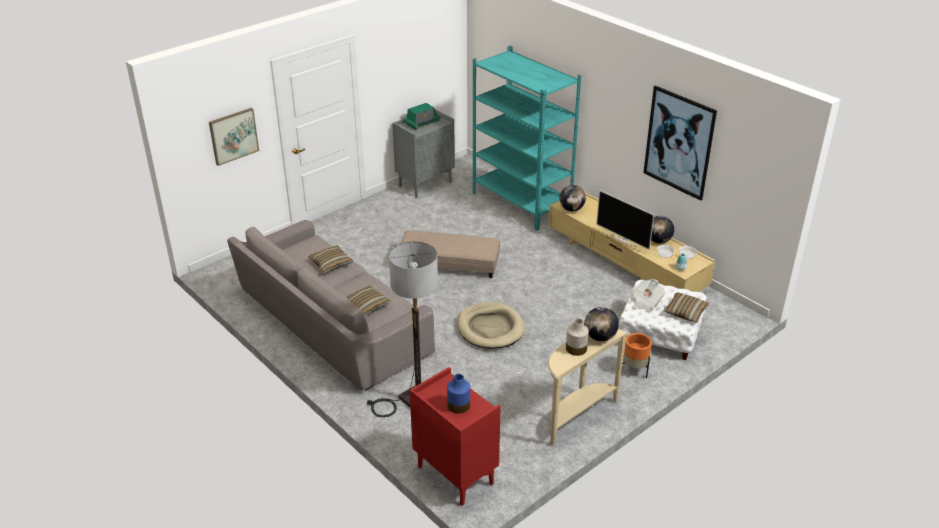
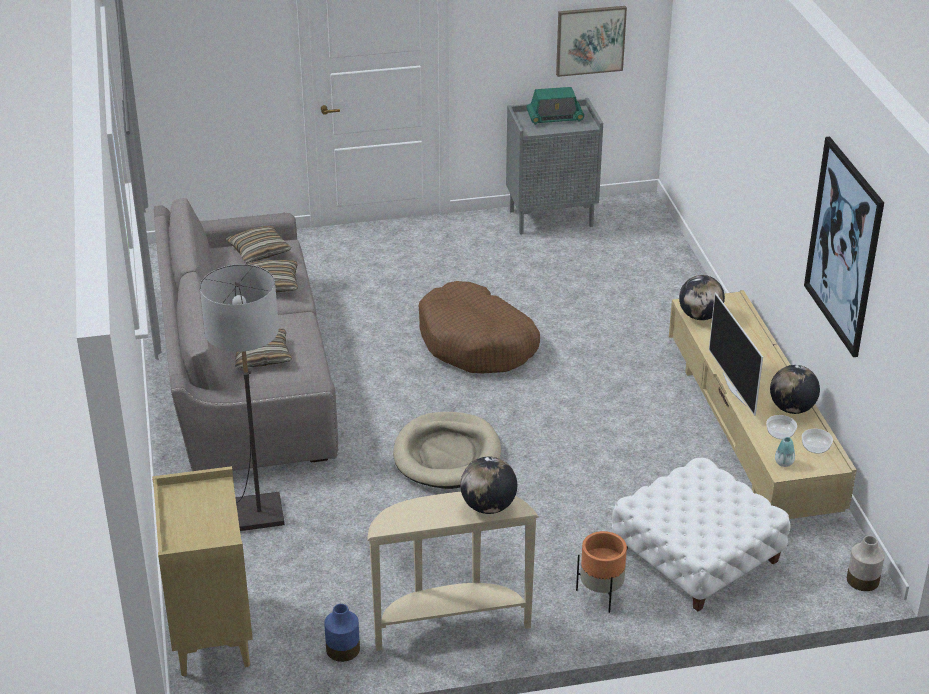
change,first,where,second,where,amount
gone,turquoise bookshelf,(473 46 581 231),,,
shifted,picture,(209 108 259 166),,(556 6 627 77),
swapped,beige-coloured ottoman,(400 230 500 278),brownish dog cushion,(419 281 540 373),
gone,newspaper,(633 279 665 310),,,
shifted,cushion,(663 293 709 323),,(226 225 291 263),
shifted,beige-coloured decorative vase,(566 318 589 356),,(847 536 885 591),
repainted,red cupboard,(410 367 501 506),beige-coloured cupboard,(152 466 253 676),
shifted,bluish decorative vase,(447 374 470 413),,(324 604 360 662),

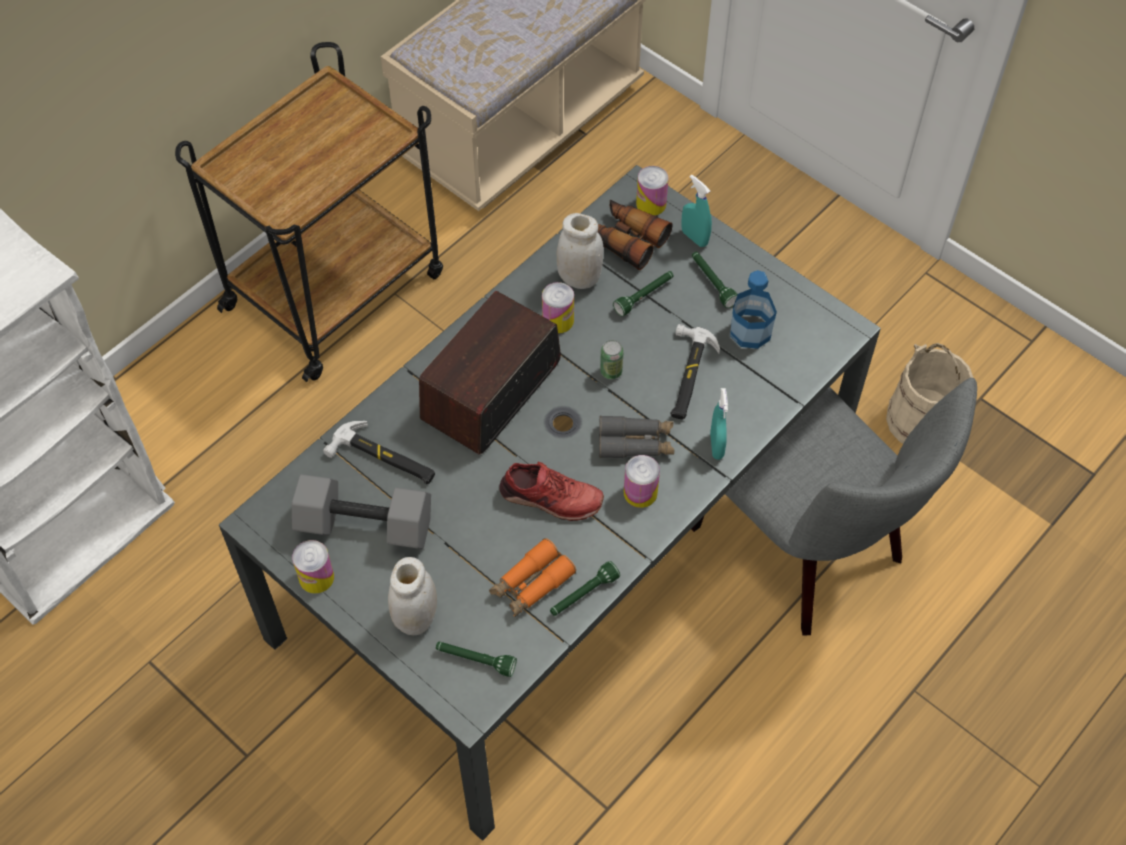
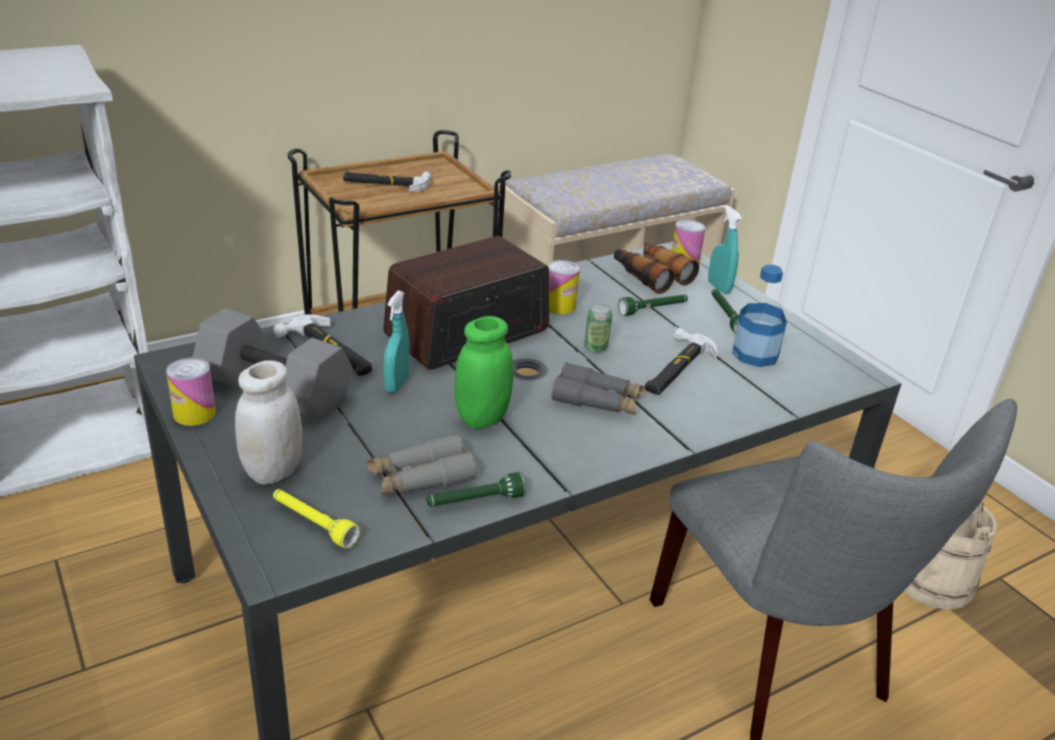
change,first,where,second,where,amount
gone,white-coloured jar,(557 213 603 289),,,
shifted,turquoise hand sprayer,(710 388 728 460),,(384 291 410 393),
gone,can,(624 455 660 508),,,
swapped,red item of footwear,(499 462 604 521),greenish jar,(454 316 513 428),
repainted,orange binoculars,(489 538 576 617),greyish binoculars,(367 434 477 495),
repainted,greenish torch,(436 642 517 677),yellowish torch,(273 489 360 549),
new,,,tool hammer,(343 171 431 192),

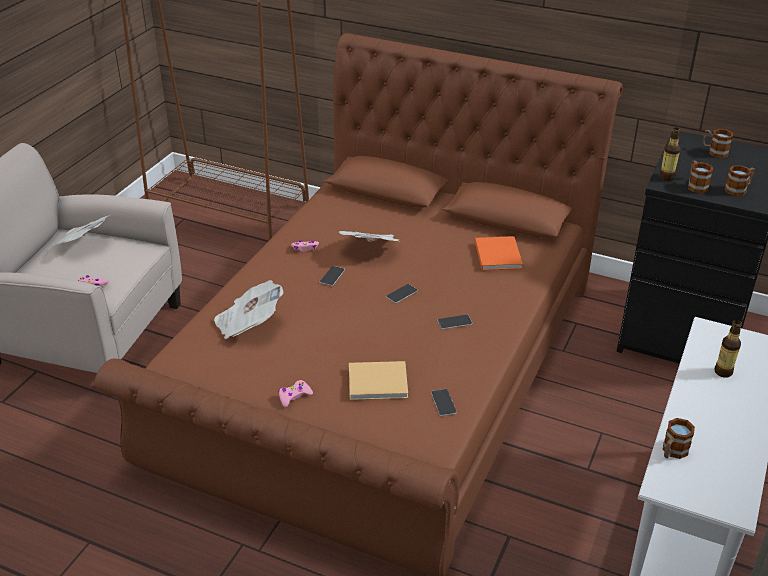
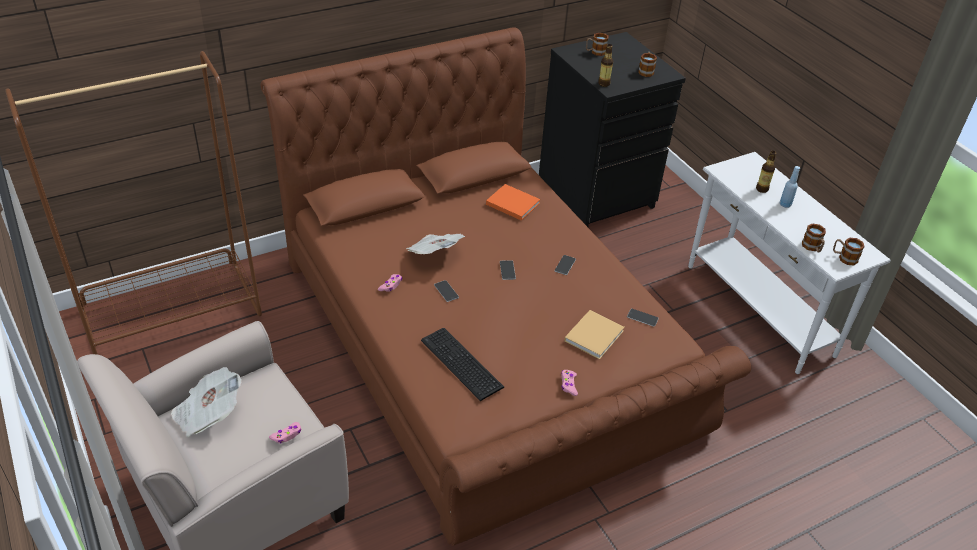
change,first,where,second,where,amount
shifted,tea mug,(688 161 713 193),,(833 238 865 265),
swapped,newspaper,(214 280 283 339),keyboard,(421 328 504 401),
new,,,bluish beverage bottle,(779 166 800 208),

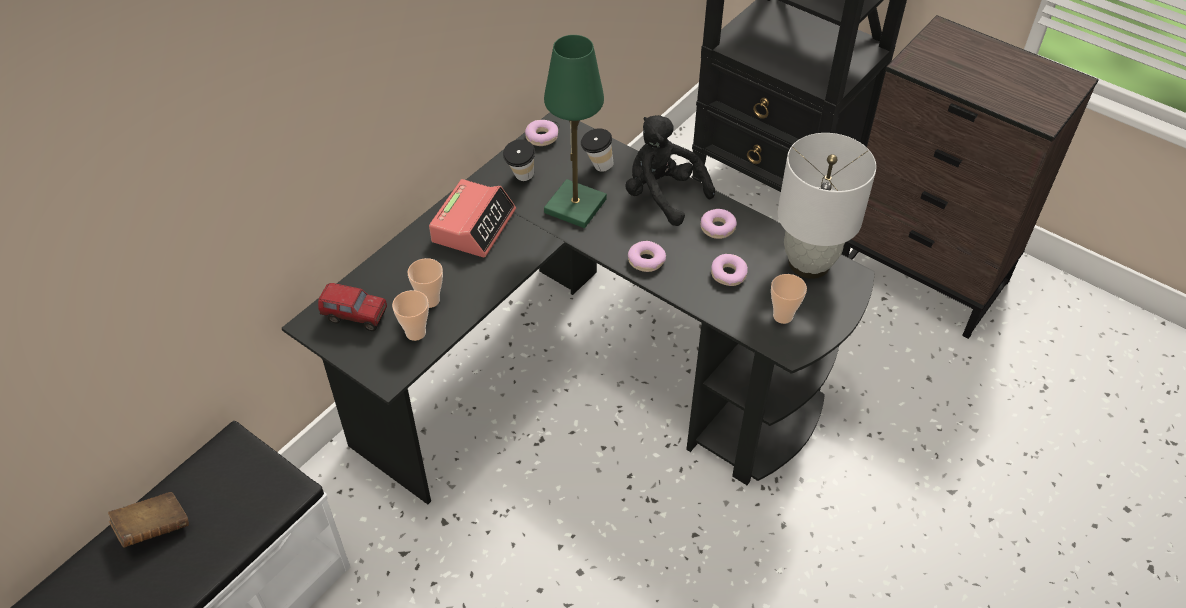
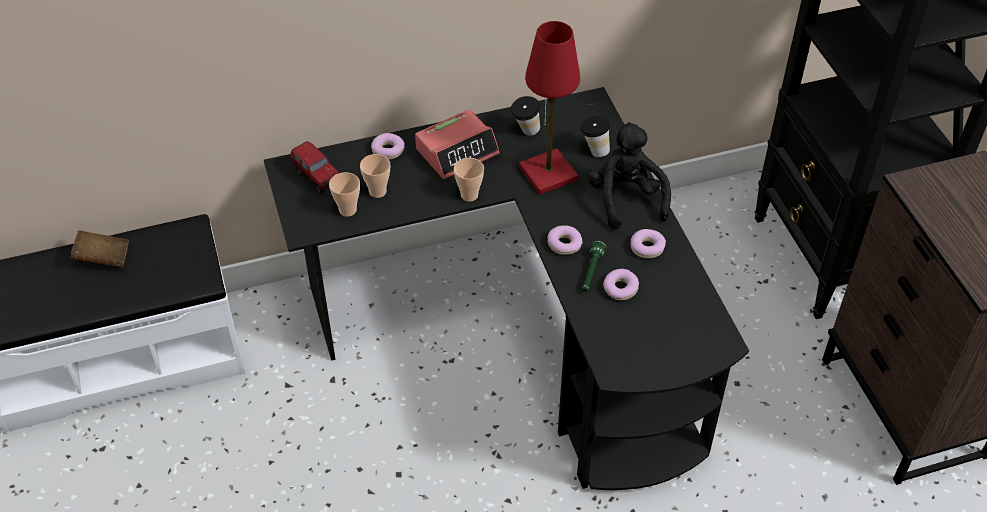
change,first,where,second,where,amount
repainted,greenish lamp for a table,(544 35 607 228),red lamp for a table,(519 21 580 195),
shifted,ring doughnut,(525 120 558 146),,(371 133 405 160),
gone,white-coloured lamp for a table,(778 133 876 279),,,
shifted,small cup,(771 274 807 324),,(454 158 484 202),
new,,,greenish torch,(582 241 606 292),

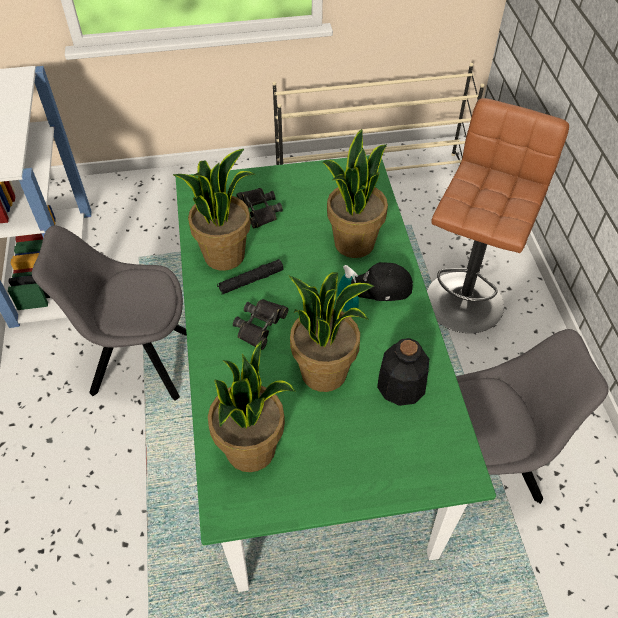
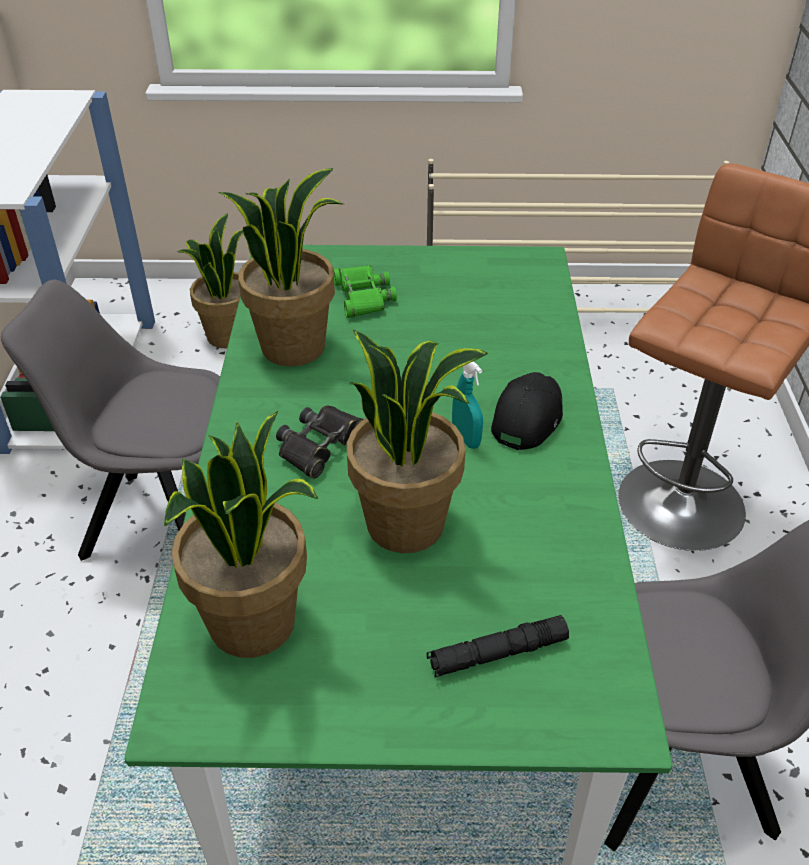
change,first,where,second,where,amount
shifted,plant in a pot,(322 129 388 258),,(177 213 243 348),
repainted,black-coloured binoculars,(236 188 283 228),greenish binoculars,(333 265 397 318),
shifted,black-coloured torch,(217 259 284 294),,(427 615 569 677),
rotated,black-coloured baseball cap,(351 262 413 301),,(491 372 563 450),105 degrees clockwise
gone,beverage bottle,(377 338 429 406),,,

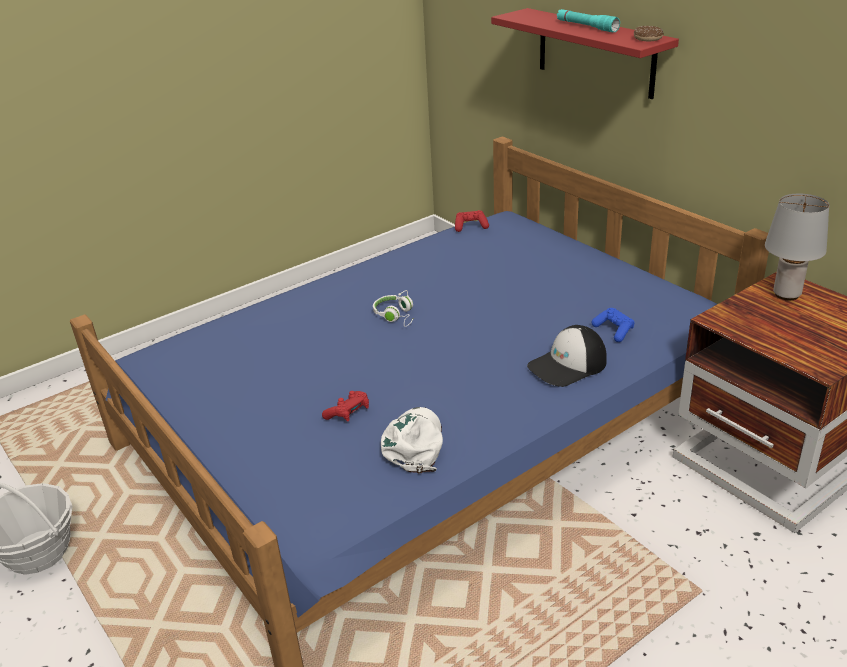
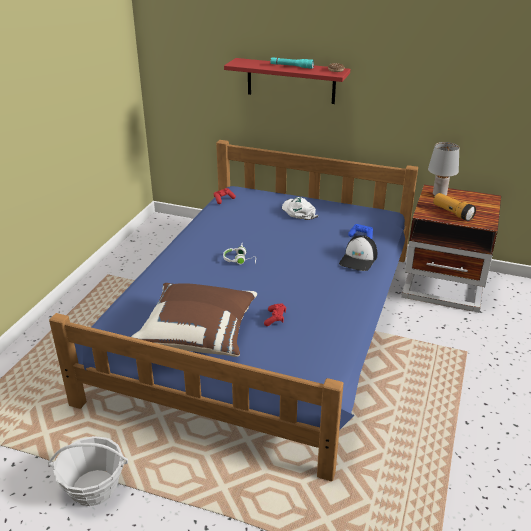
change,first,where,second,where,amount
shifted,white-coloured baseball cap,(381 407 443 474),,(282 197 319 220),
new,,,torch,(433 193 476 221),
new,,,brownish cushion,(131 283 257 357),

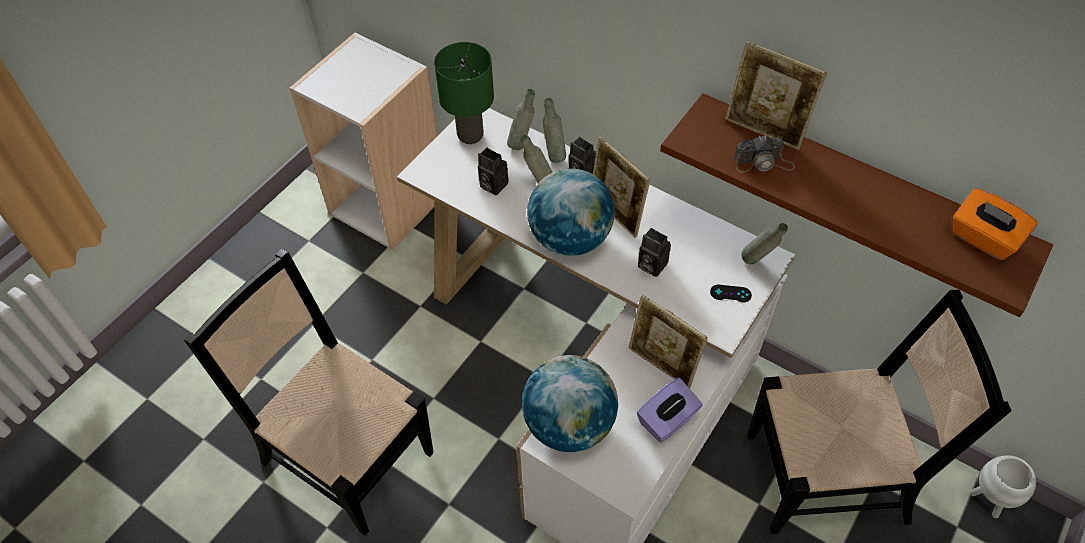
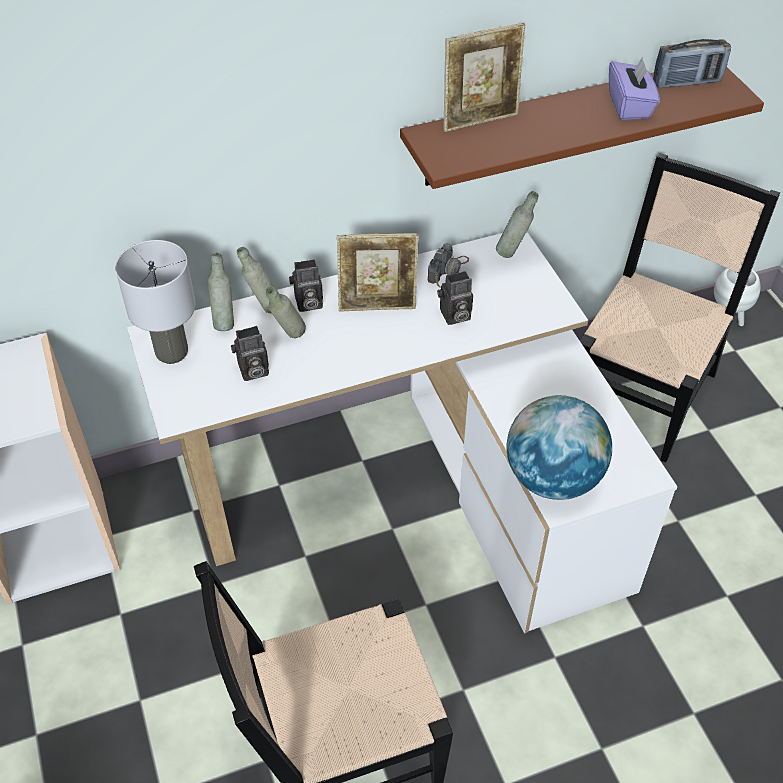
change,first,where,second,where,amount
repainted,greenish lamp for a table,(434 42 494 144),white-coloured lamp for a table,(115 240 196 364),
shifted,photo camera,(734 135 795 172),,(428 243 469 288),
gone,globe,(527 168 615 256),,,
swapped,orange tissue holder,(953 188 1038 260),radio,(653 39 731 88),
gone,black-coloured gamepad,(710 285 752 302),,,
gone,picture frame,(629 294 708 389),,,
shifted,purple tissue holder,(637 378 703 443),,(609 56 660 120),

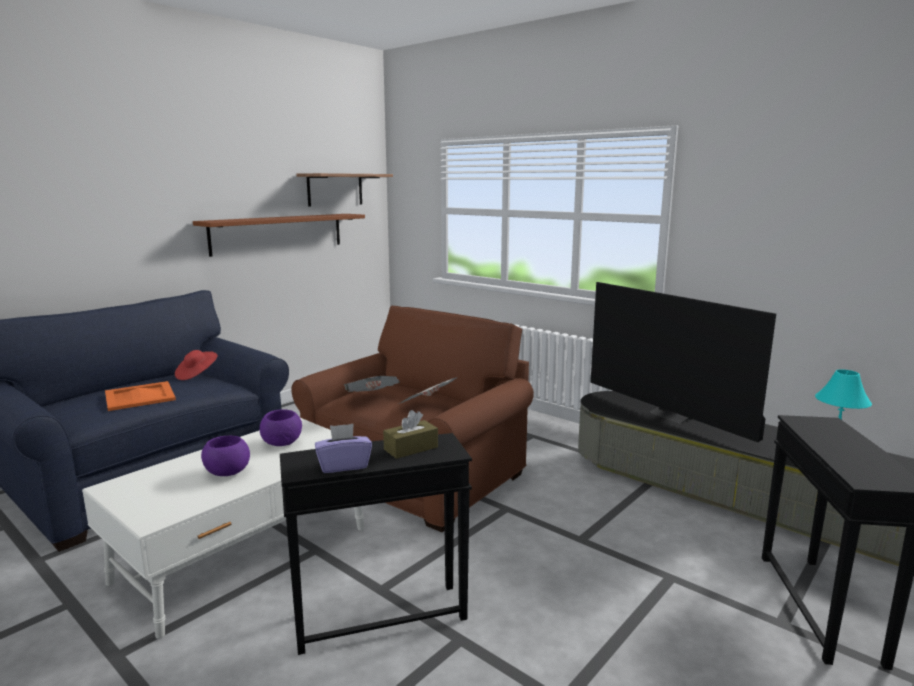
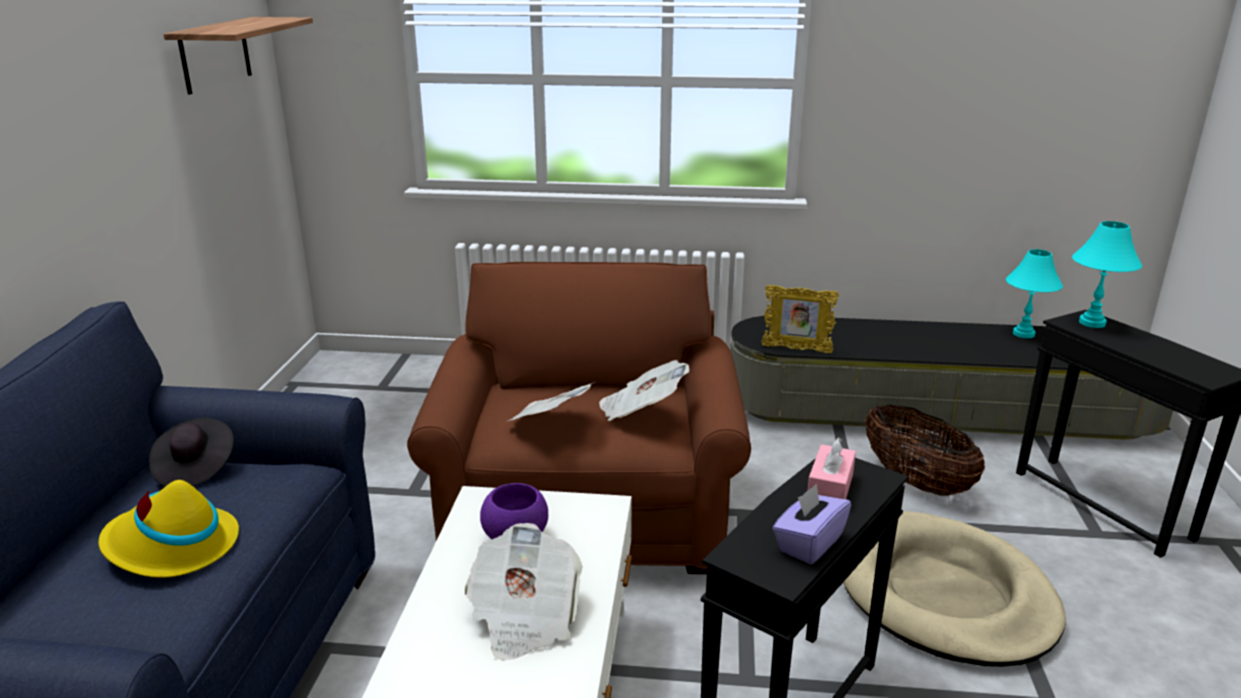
change,first,where,second,where,amount
gone,brownish wall shelf,(193 214 365 257),,,
gone,TV,(591 282 776 442),,,
repainted,red wearable hat,(175 350 218 380),black-coloured wearable hat,(149 417 234 487),
swapped,orange serving tray,(105 381 176 411),yellowish wearable hat,(98 480 239 578),
repainted,brownish tissue holder,(383 410 438 459),pink-coloured tissue holder,(808 437 856 499),
swapped,purple serving bowl,(201 436 250 476),newspaper,(464 523 583 661),
new,,,turquoise lamp for a table,(1072 221 1142 328),
new,,,picture frame,(762 285 839 353),
new,,,storage basket,(865 405 985 496),
new,,,beige-coloured dog cushion,(843 511 1066 667),

